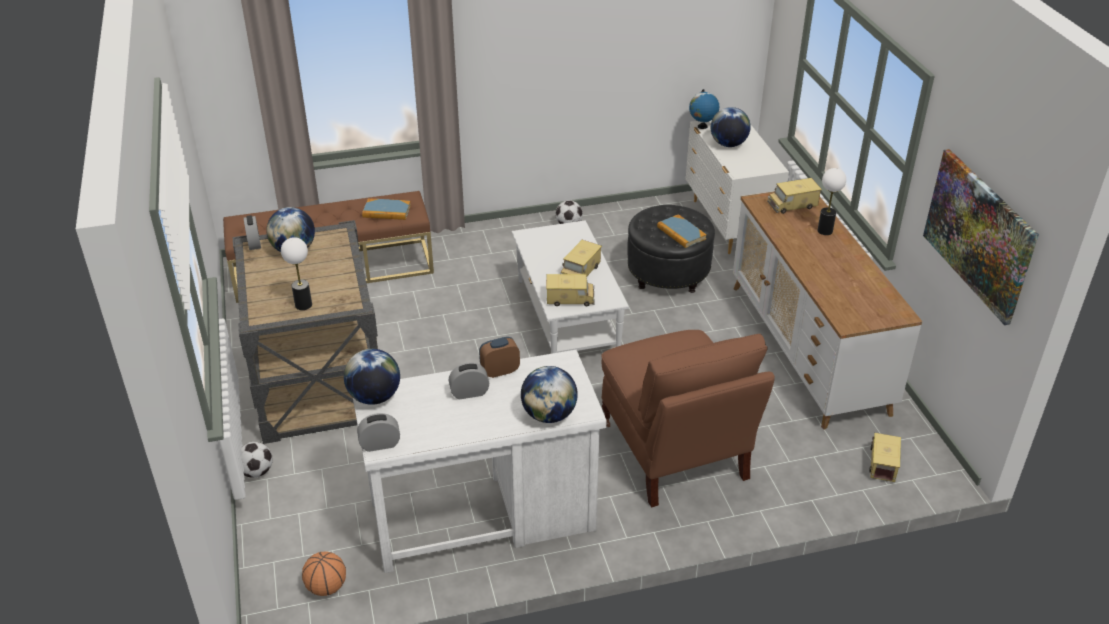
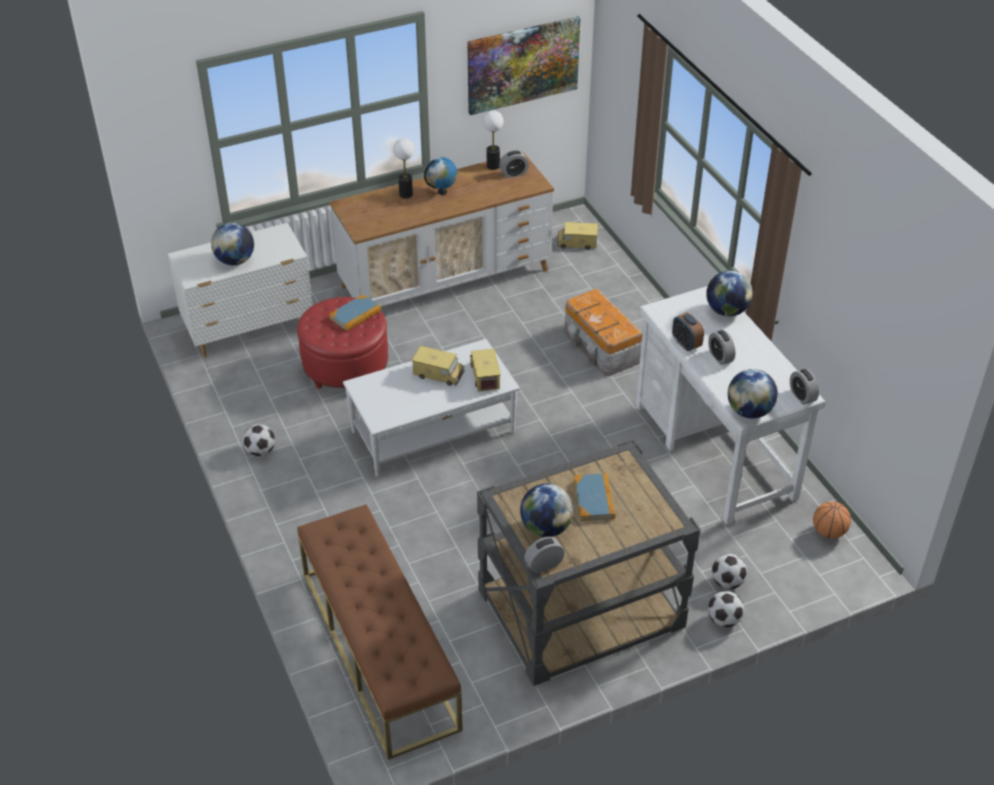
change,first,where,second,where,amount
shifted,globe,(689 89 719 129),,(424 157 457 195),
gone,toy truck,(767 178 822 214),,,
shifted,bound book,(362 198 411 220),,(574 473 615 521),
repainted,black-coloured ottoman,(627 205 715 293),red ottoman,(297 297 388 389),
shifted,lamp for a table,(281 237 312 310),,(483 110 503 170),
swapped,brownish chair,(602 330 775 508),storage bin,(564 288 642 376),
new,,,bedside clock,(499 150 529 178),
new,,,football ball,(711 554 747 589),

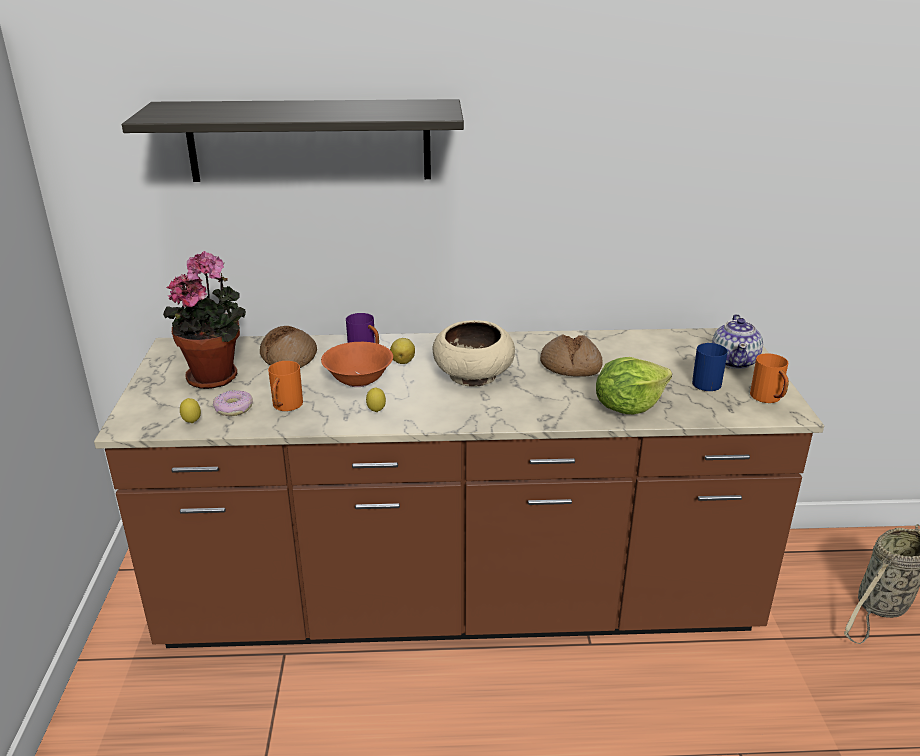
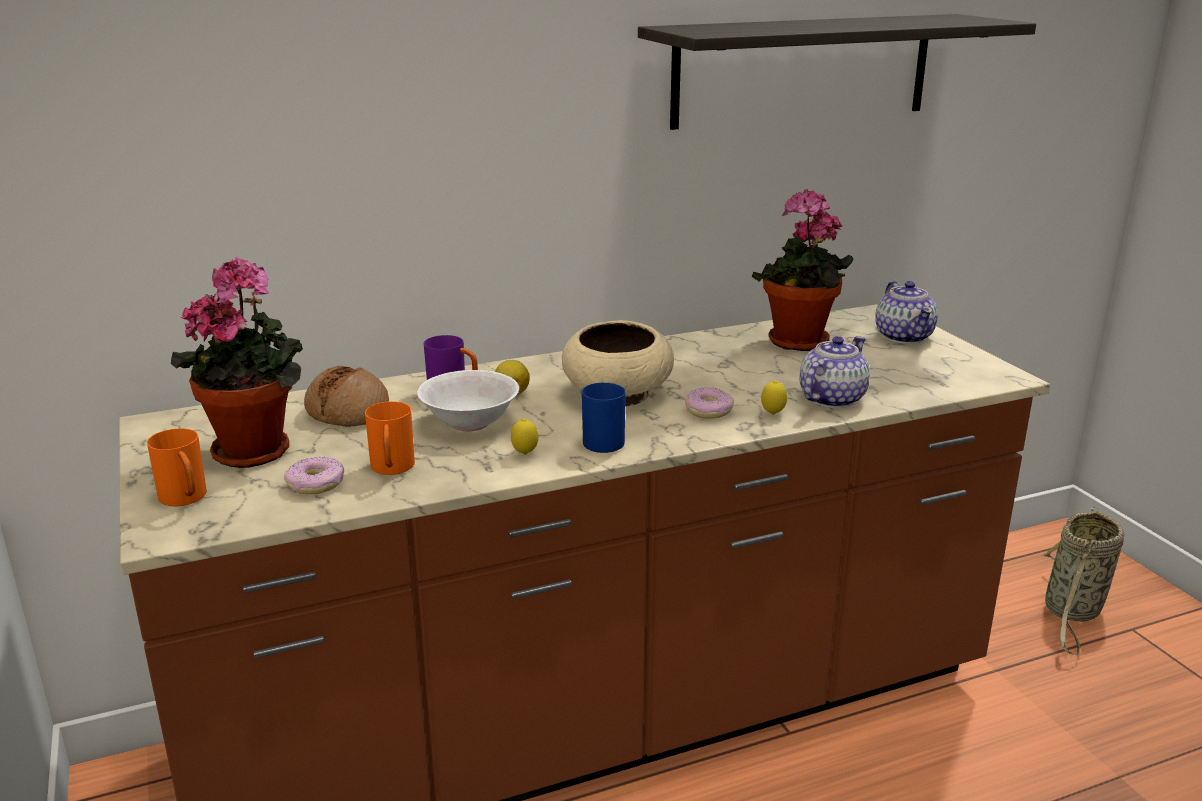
change,first,where,second,where,amount
shifted,wall shelf,(122 99 464 182),,(638 14 1036 130),
gone,baked bread,(540 334 603 377),,,
repainted,orange serving bowl,(321 342 393 387),white-coloured serving bowl,(417 370 519 431),
shifted,bluish tea mug,(692 343 728 391),,(582 383 626 453),
shifted,orange tea mug,(750 353 789 403),,(147 428 207 507),
swapped,head of lettuce,(596 357 672 414),tea pot,(800 336 870 408),
shifted,whole lemon,(180 398 201 423),,(761 381 787 415),
new,,,plant in a pot,(752 189 854 351),
new,,,ring doughnut,(685 387 734 419),

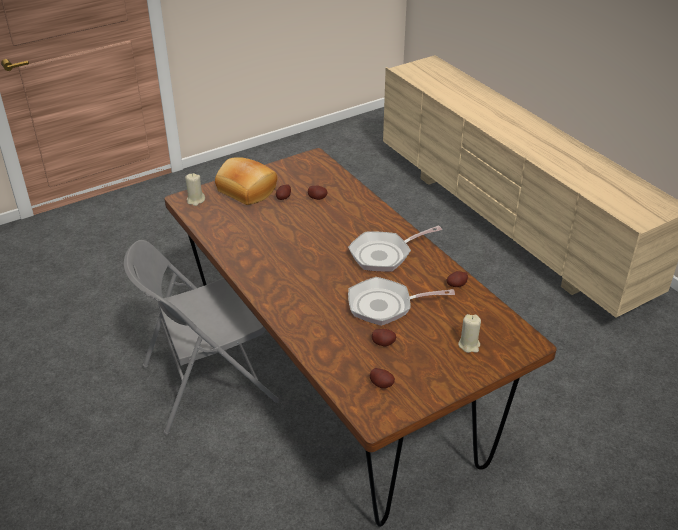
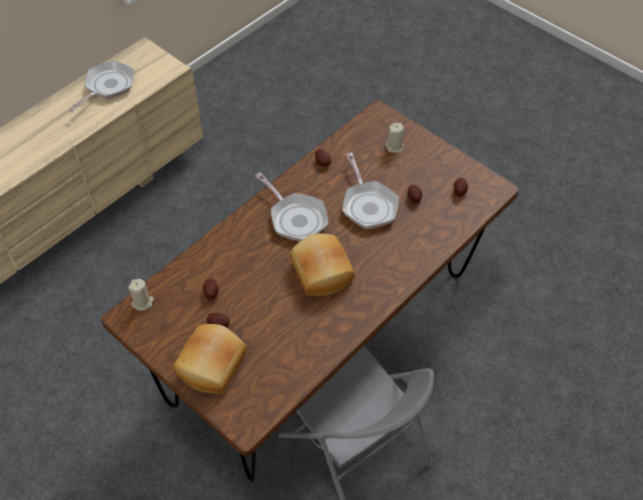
change,first,where,second,where,amount
shifted,beige-coloured wax candle,(185 173 205 206),,(128 279 154 311),
new,,,skillet,(68 60 134 112),
new,,,baked bread,(290 233 355 297),

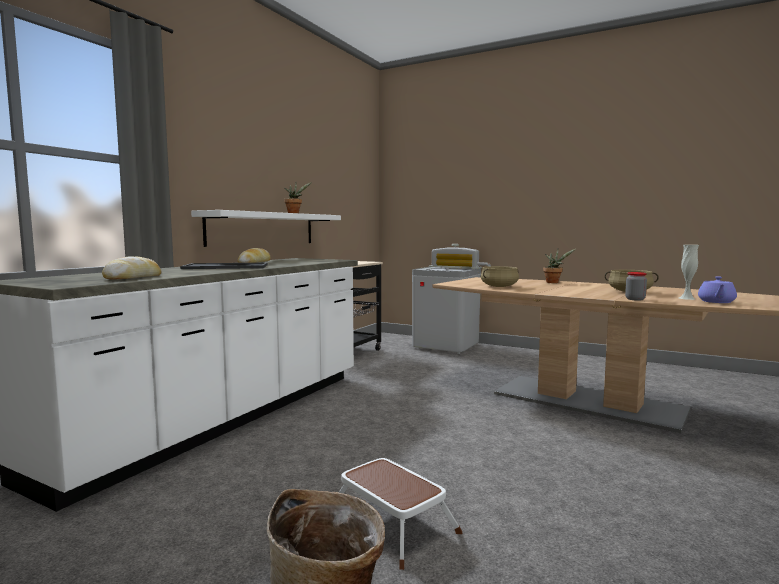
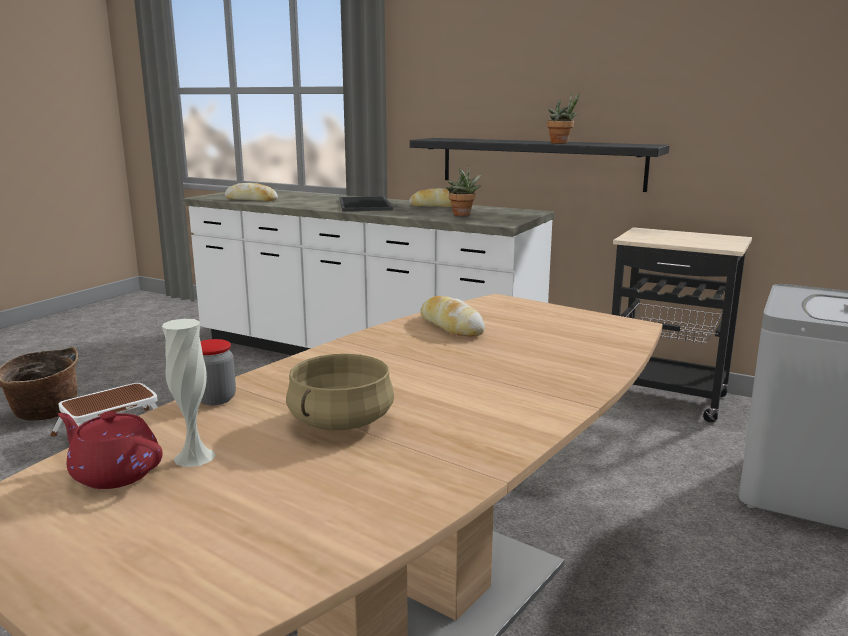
change,first,where,second,where,amount
repainted,white-coloured wall shelf,(191 210 341 247),black-coloured wall shelf,(410 138 670 192),
shifted,plant in a pot,(543 249 576 283),,(446 166 482 216),
swapped,beige-coloured stockpot,(481 266 519 287),baked bread,(420 296 485 336),
repainted,purple tea pot,(698 276 737 303),red tea pot,(58 411 163 489),

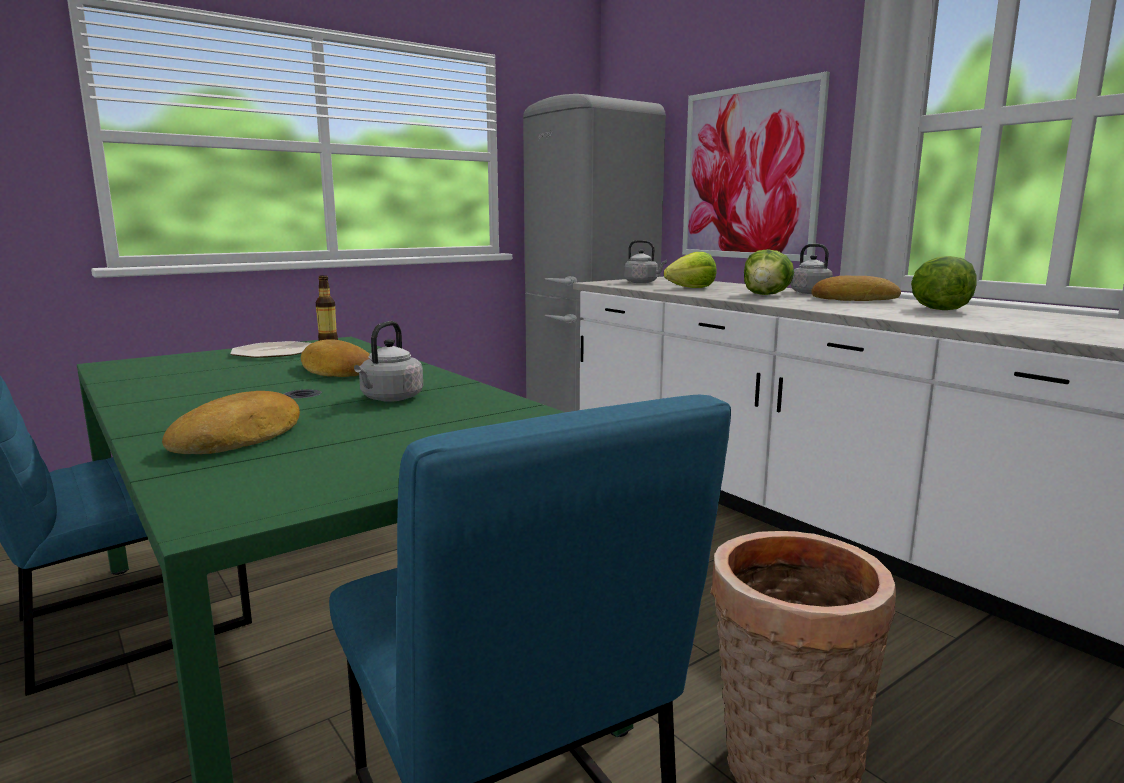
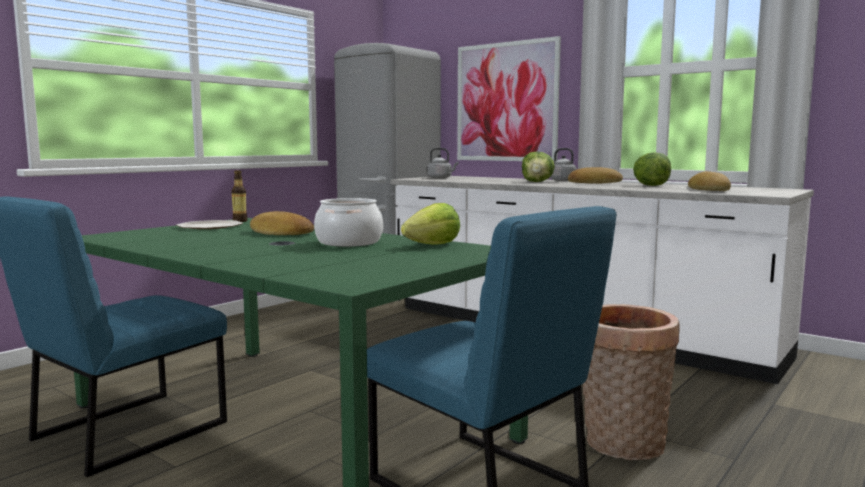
change,first,where,second,where,amount
shifted,head of lettuce,(664 252 717 288),,(401 203 460 245),
swapped,greyish kettle,(354 321 423 402),stockpot,(314 198 383 247),
shifted,baked bread,(162 391 300 454),,(688 171 731 191),

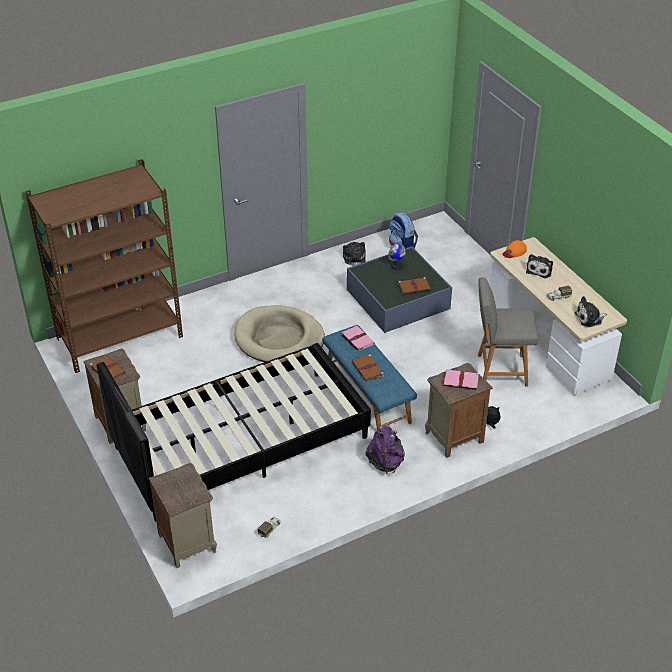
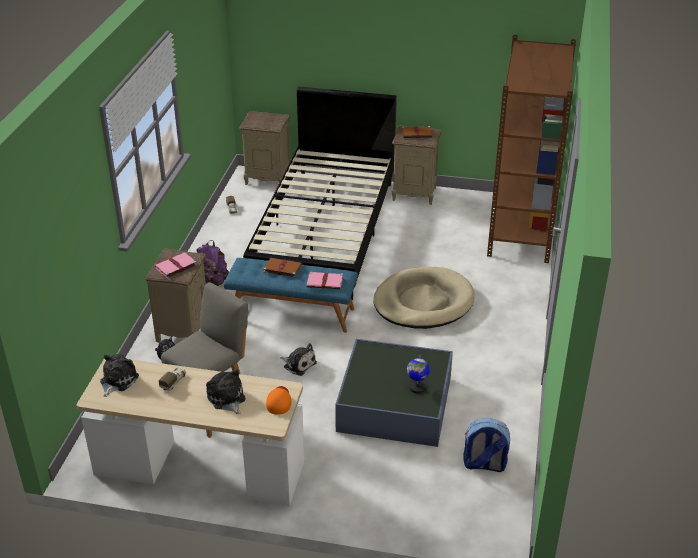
change,first,where,second,where,amount
shifted,plush toy,(343 242 366 266),,(280 343 317 376),
gone,brownish bound book,(398 277 431 295),,,

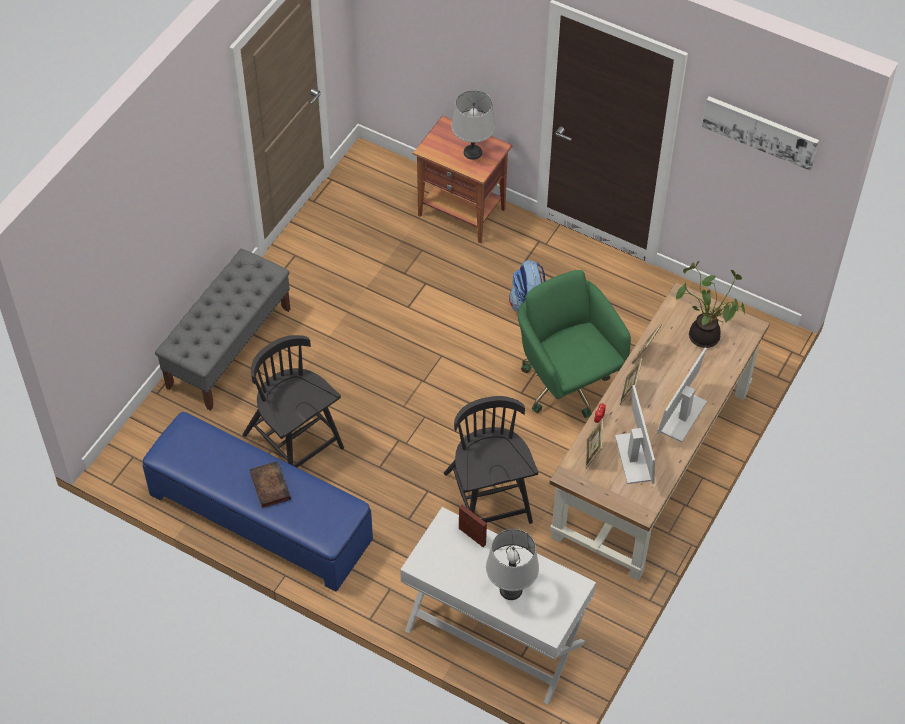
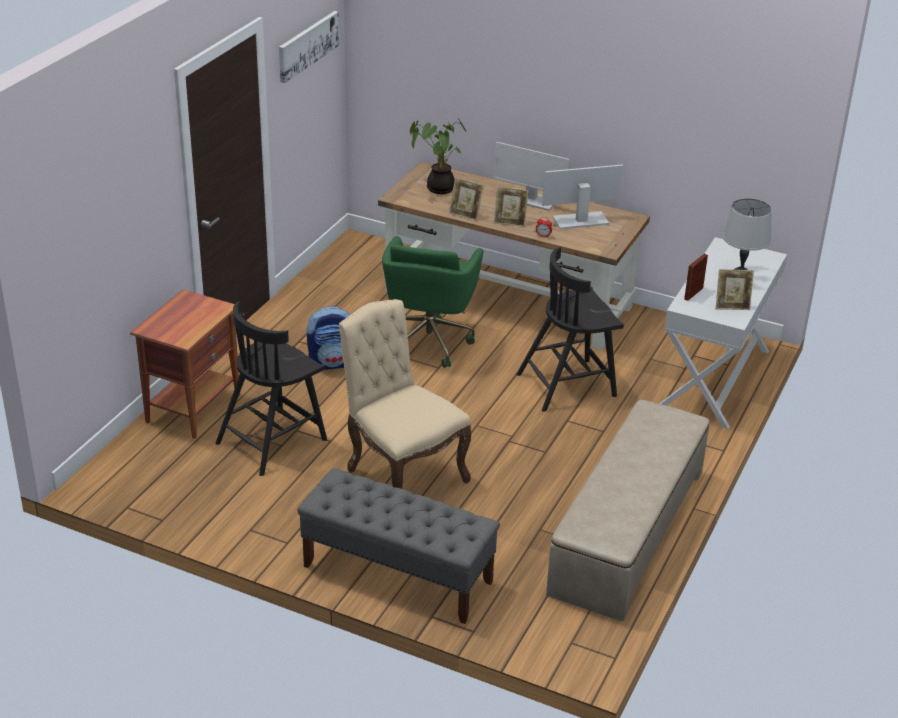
change,first,where,second,where,amount
gone,greyish lamp for a table,(451 90 495 160),,,
rotated,greenish computer chair,(518 270 631 418),,(382 236 483 368),45 degrees counterclockwise
shifted,black-coloured chair,(243 335 344 468),,(215 301 327 476),
repainted,bluish long seat,(143 412 373 592),beige-coloured long seat,(546 400 710 621),
shifted,picture frame,(585 419 603 469),,(716 269 754 310),
gone,bound book,(249 461 291 508),,,
new,,,beige-coloured chair,(339 299 471 489),

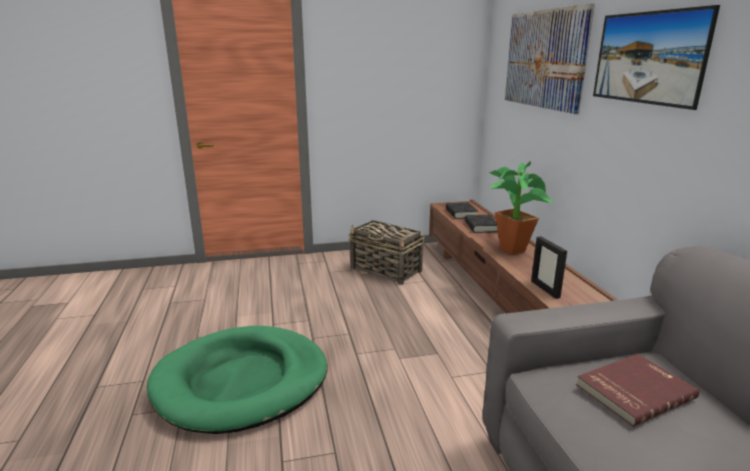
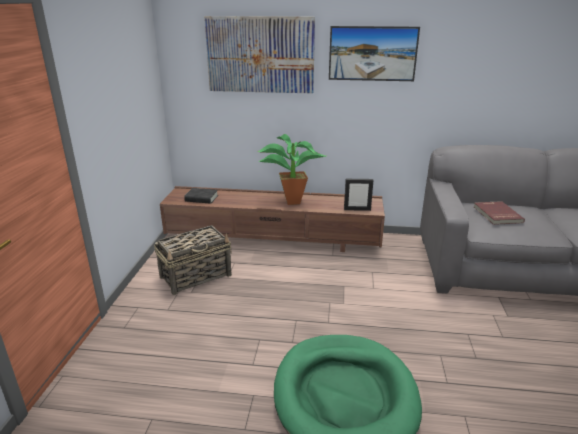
change,first,where,second,where,amount
gone,black-coloured bound book,(465 214 498 233),,,

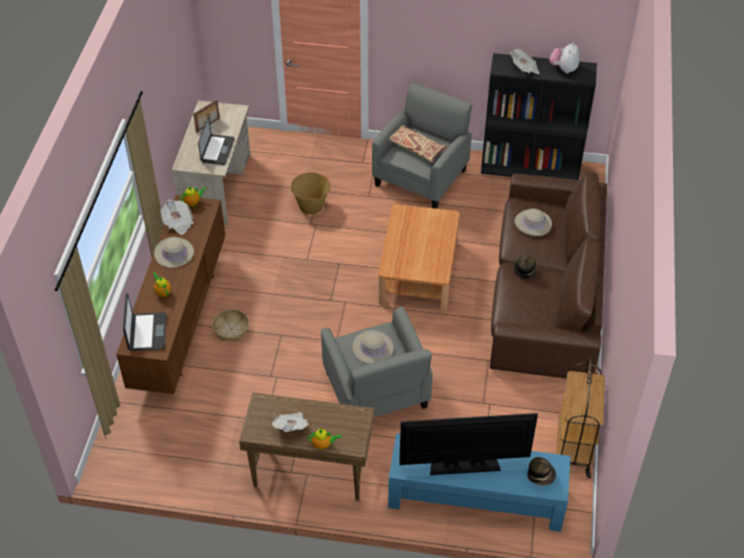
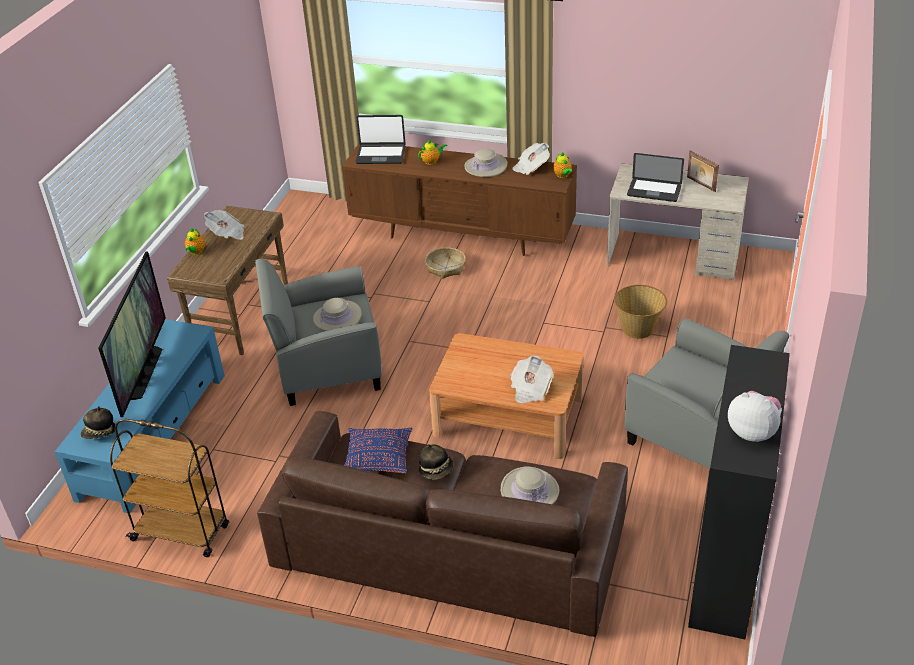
change,first,where,second,where,amount
shifted,newspaper,(510 49 539 74),,(510 356 554 403),
gone,beige-coloured cushion,(389 125 448 163),,,
new,,,bluish cushion,(344 427 412 474),

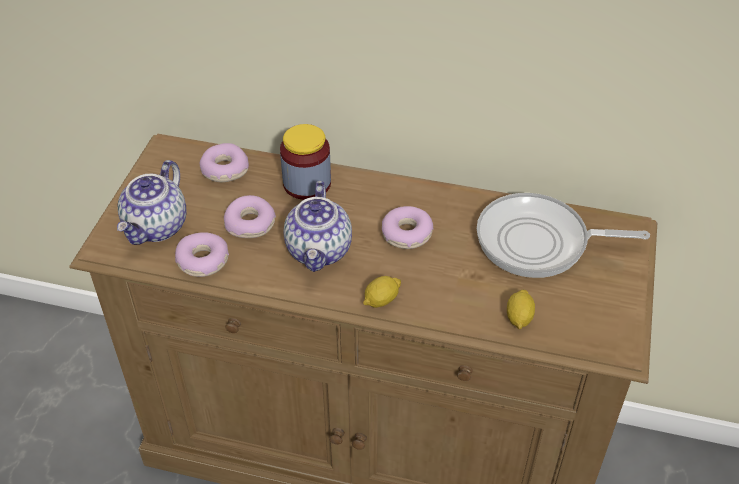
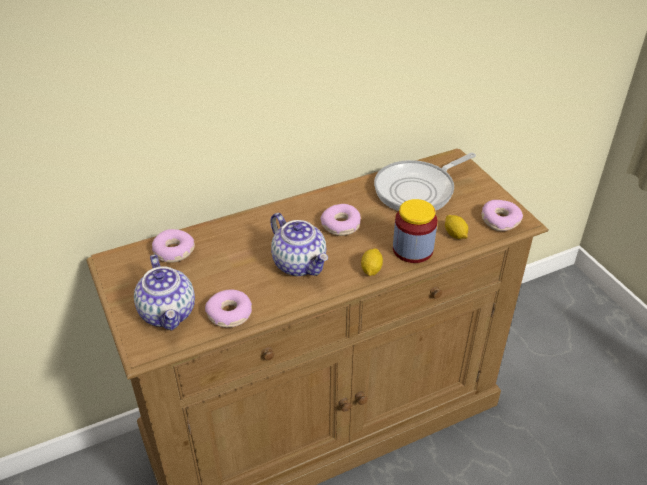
change,first,where,second,where,amount
shifted,jar,(280 124 331 200),,(393 199 437 263),
shifted,ring doughnut,(224 195 276 238),,(481 200 523 231),

